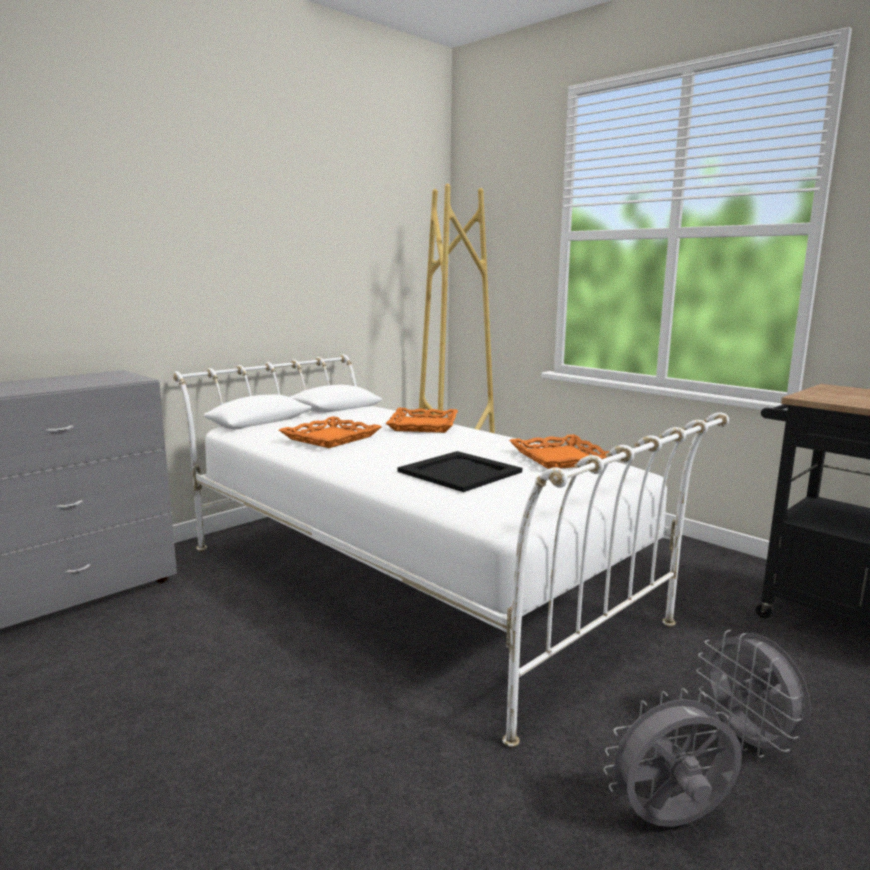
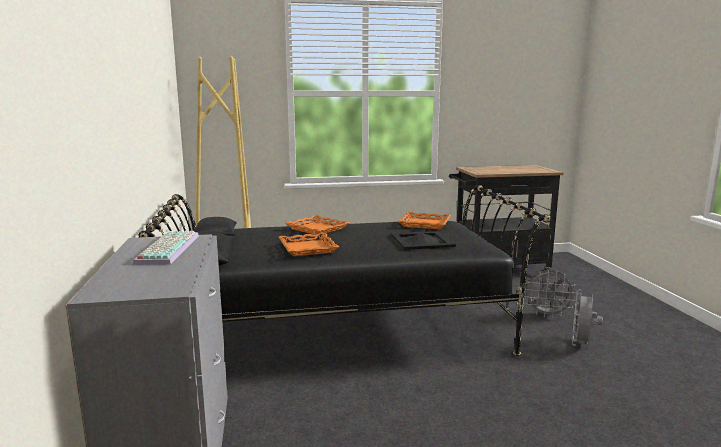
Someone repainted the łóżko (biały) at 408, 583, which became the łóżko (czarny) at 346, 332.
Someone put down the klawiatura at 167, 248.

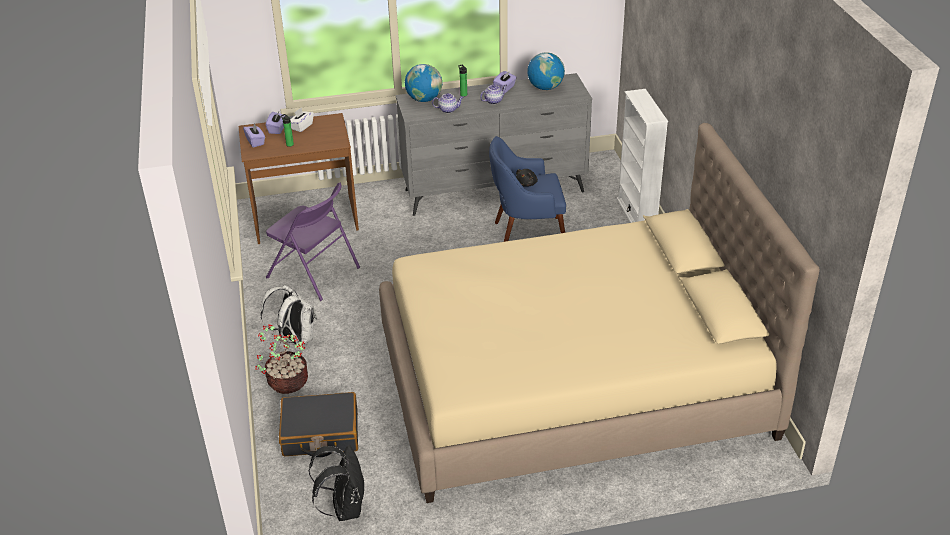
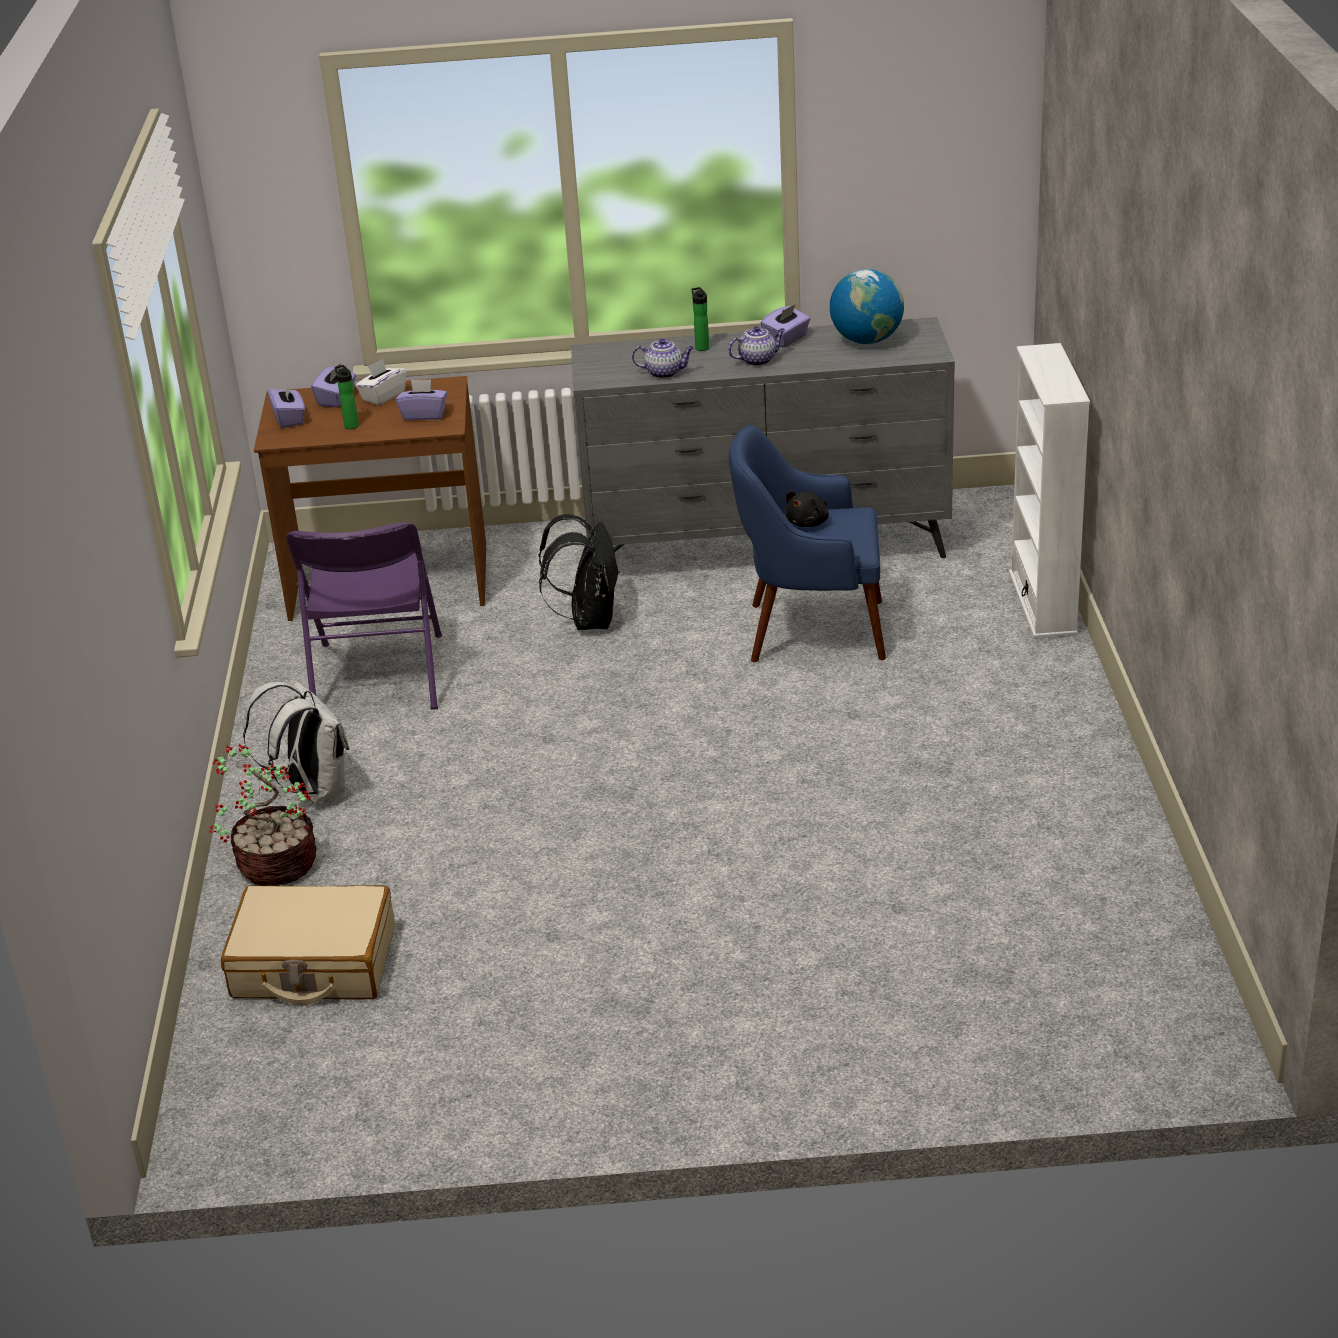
Someone took away the globus at 424, 99.
Someone took away the łóżko (beżowy) at 573, 383.
Someone rotated the krzesło (fioletowy) at 313, 273 by 45 degrees clockwise.
Someone repainted the walizka (czarny) at 320, 434, which became the walizka (beżowy) at 313, 963.
Someone carried the plecak (czarny) from 344, 507 to 588, 620.
Someone put down the pudełko chusteczek (fioletowy) at 424, 415.

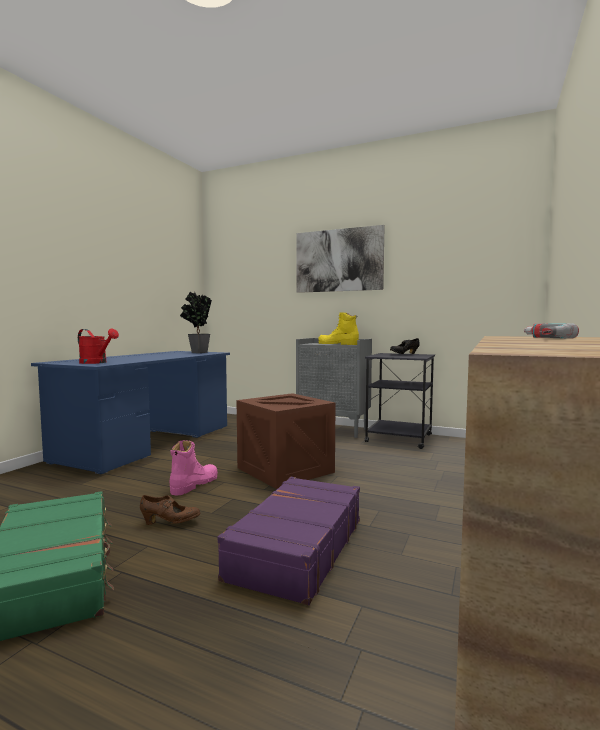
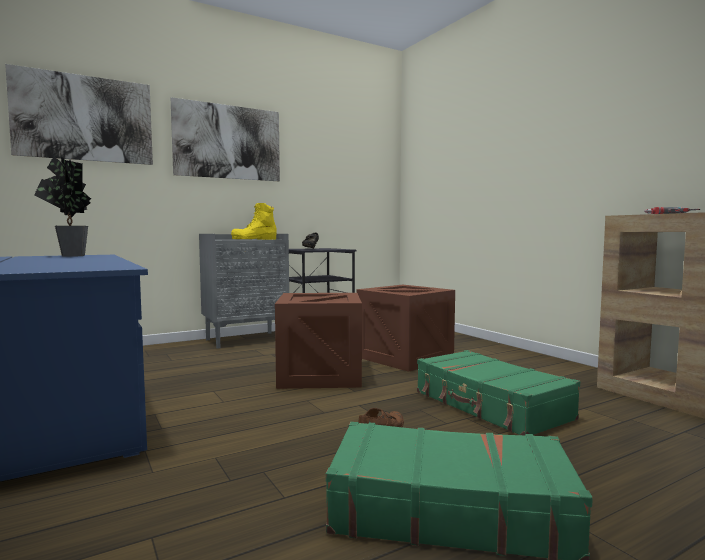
Someone took away the konewka (czerwony) at 96, 362.
Someone took away the but z cholewką (różowy) at 194, 484.
Someone repainted the walizka (fioletowy) at 296, 548, which became the walizka (zielony) at 490, 406.
Someone put up the obraz at 84, 118.
Someone put down the skrzynka at 405, 357.

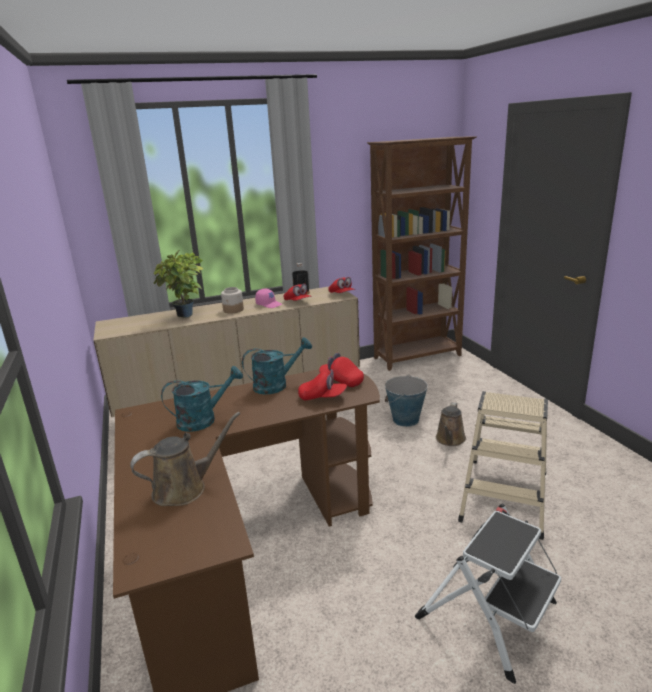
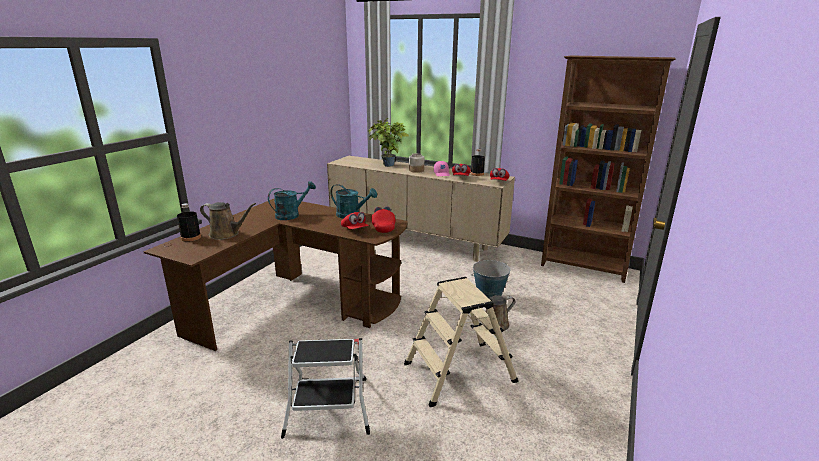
Someone rotated the konewka (turkusowy) at 203, 420 by 60 degrees counterclockwise.
Someone put down the butelka (czarny) at 191, 237.

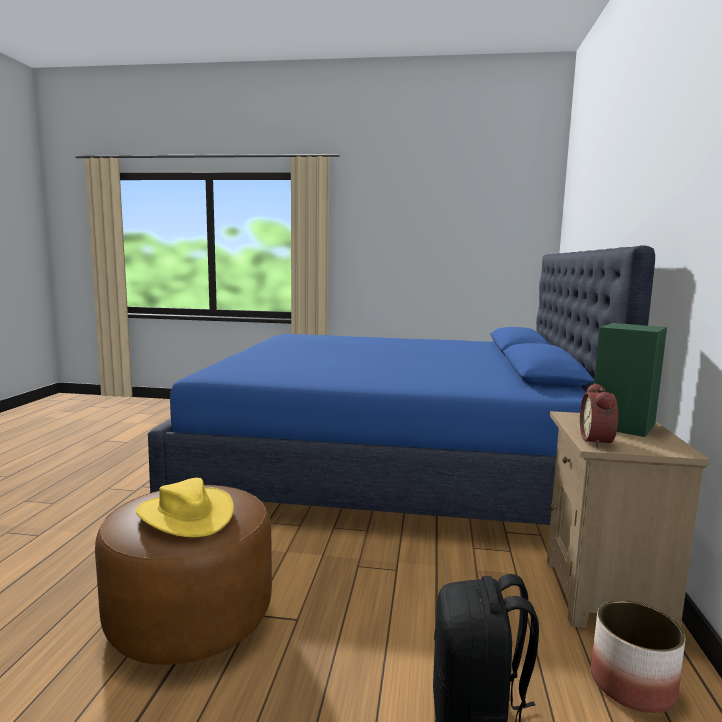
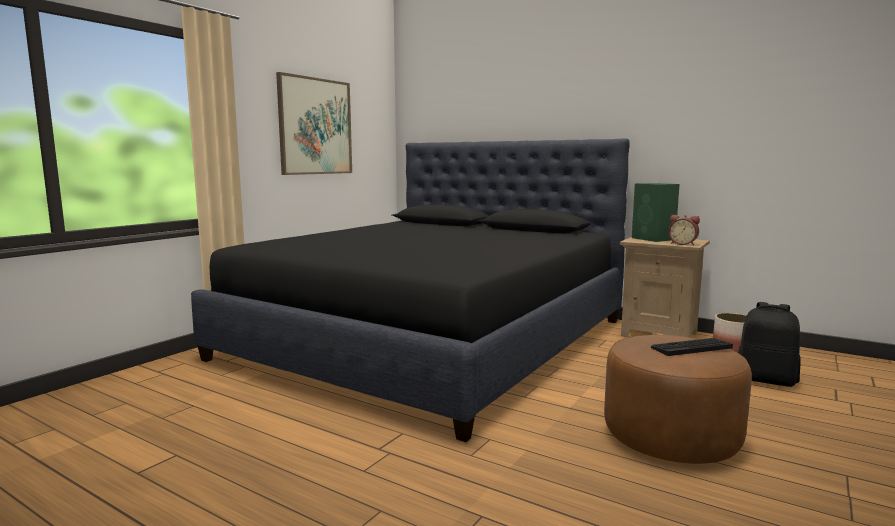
Someone repainted the łóżko (niebieski) at 392, 461, which became the łóżko (czarny) at 431, 338.
Someone swapped the kapelusz (żółty) at 185, 514 for the klawiatura at 691, 347.
Someone put up the obraz at 315, 126.

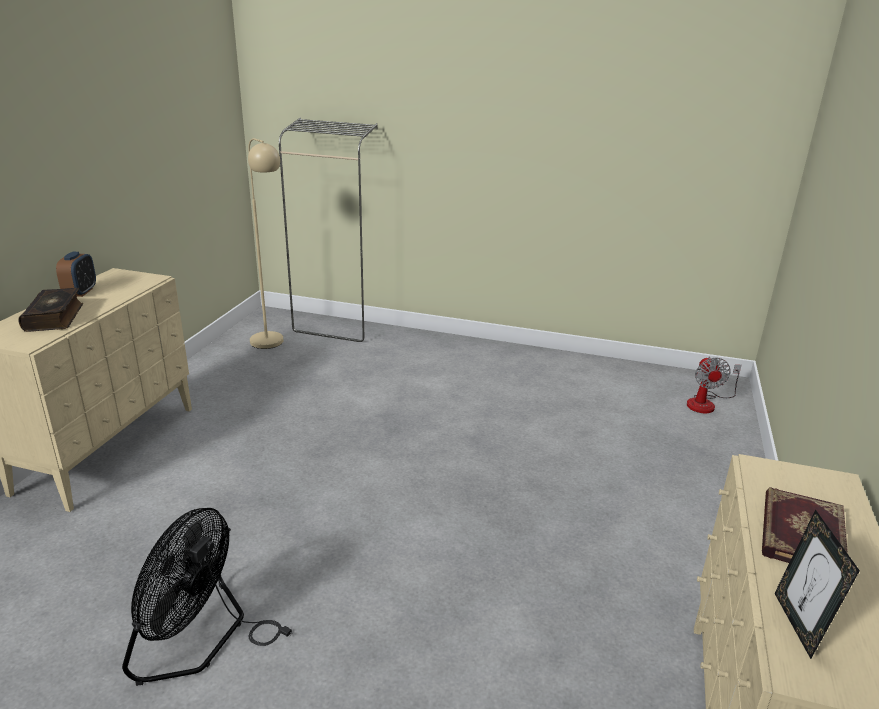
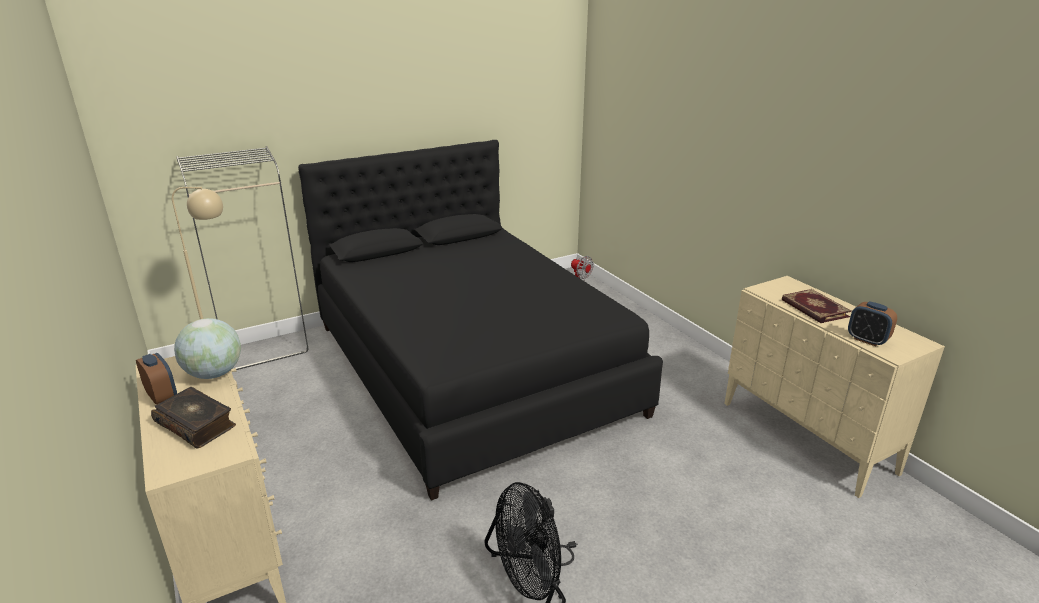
Someone swapped the ramka na zdjęcie at 798, 624 for the budzik at 867, 340.
Someone put down the łóżko (czarny) at 471, 367.
Someone put down the globus at 214, 374.

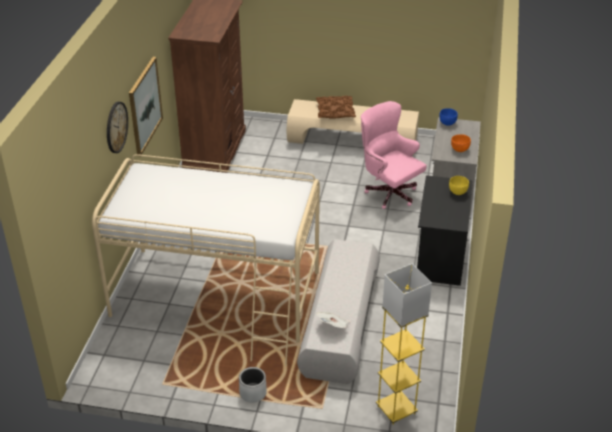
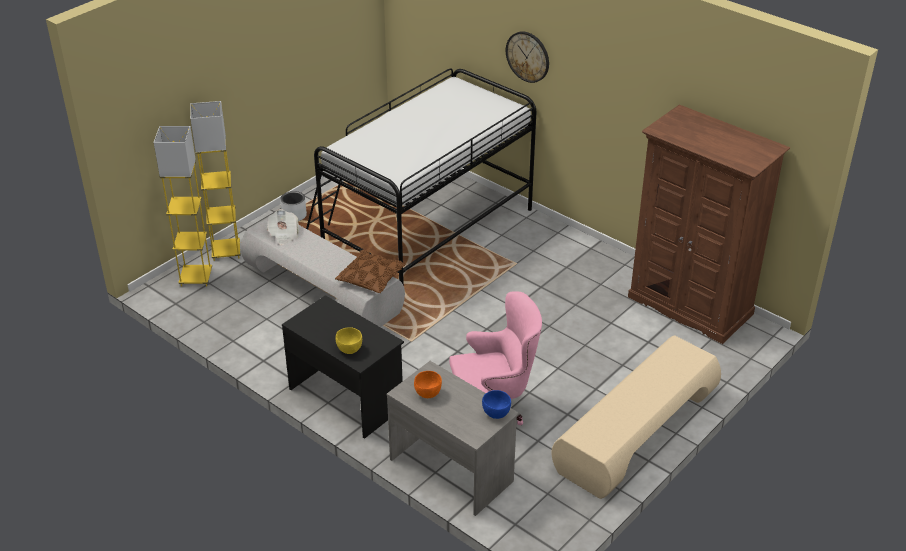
Someone took away the obraz at 145, 106.
Someone carried the poduszka (brązowy) from 335, 112 to 371, 278.
Someone repainted the łóżko (beżowy) at 218, 296, which became the łóżko (czarny) at 426, 232.
Someone put down the lampa stojąca (żółty) at 226, 252.

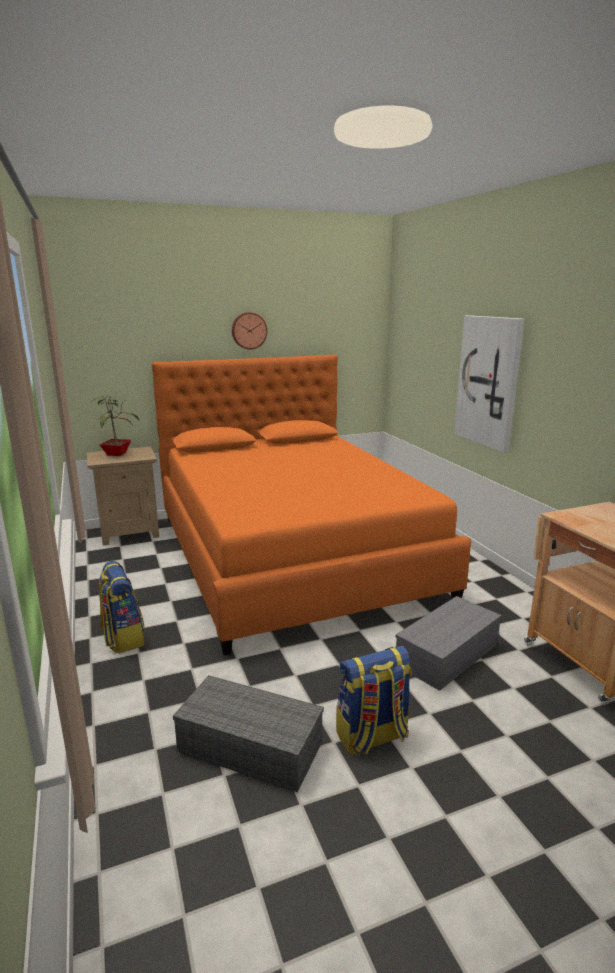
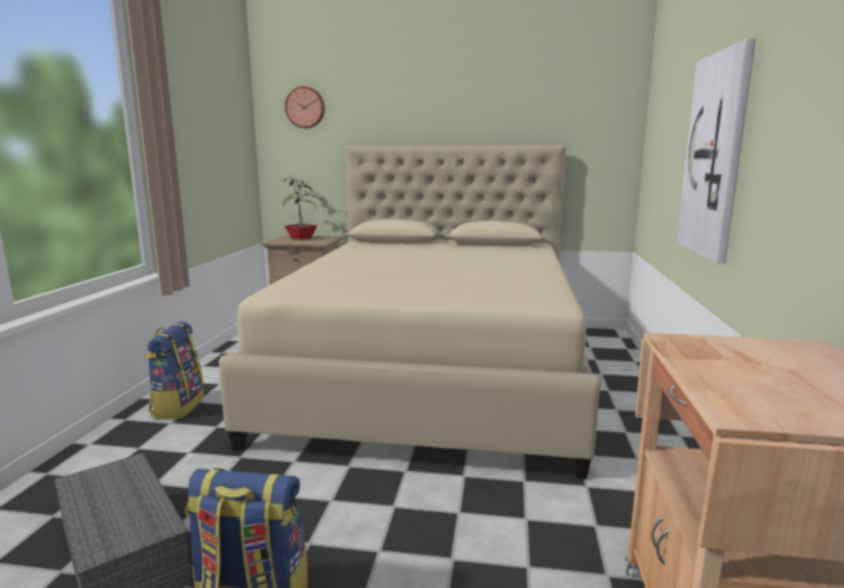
Someone carried the zegar ścienny from 249, 330 to 305, 107.
Someone repainted the łóżko (pomarańczowy) at 292, 554, which became the łóżko (beżowy) at 433, 373.
Someone took away the pojemnik do przechowywania (szary) at 447, 655.

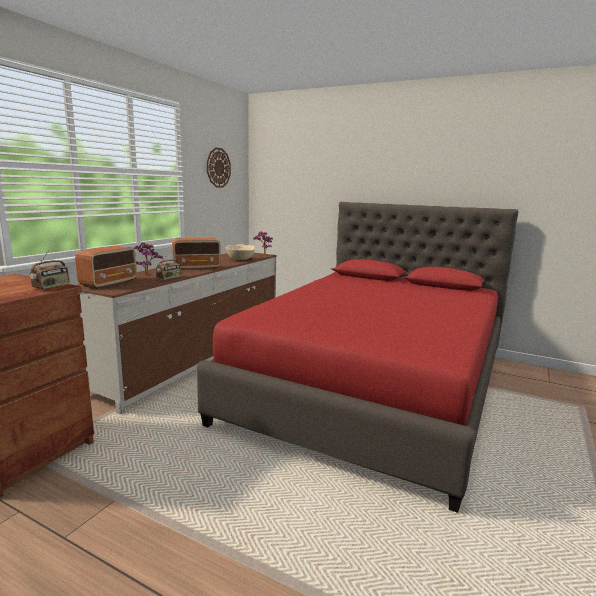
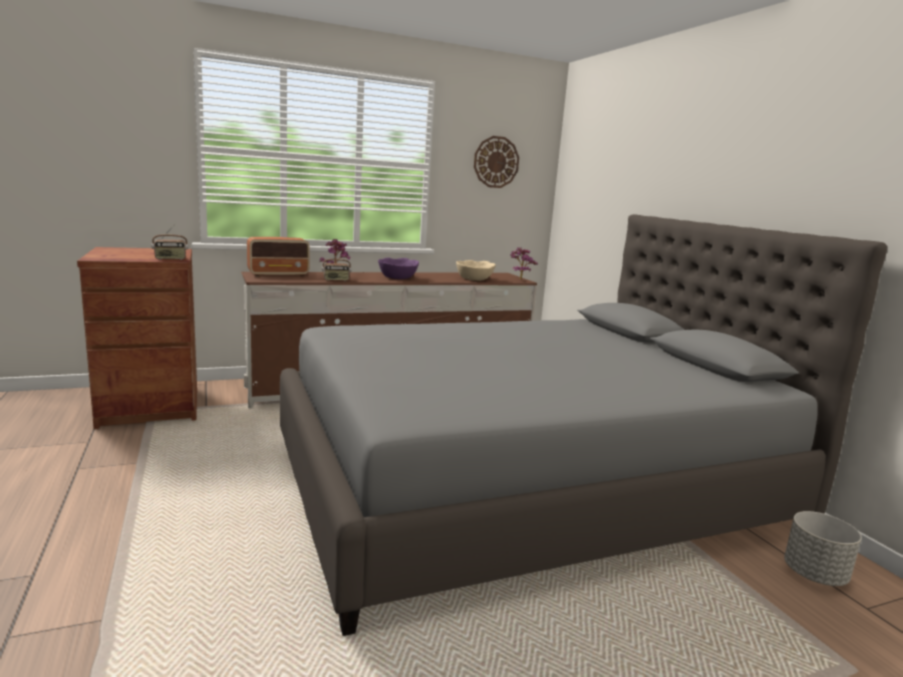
Someone repainted the łóżko (czerwony) at 374, 386, which became the łóżko (szary) at 527, 484.
Someone swapped the radio at 197, 267 for the miska (fioletowy) at 398, 277.
Someone put down the donica (szary) at 815, 575.

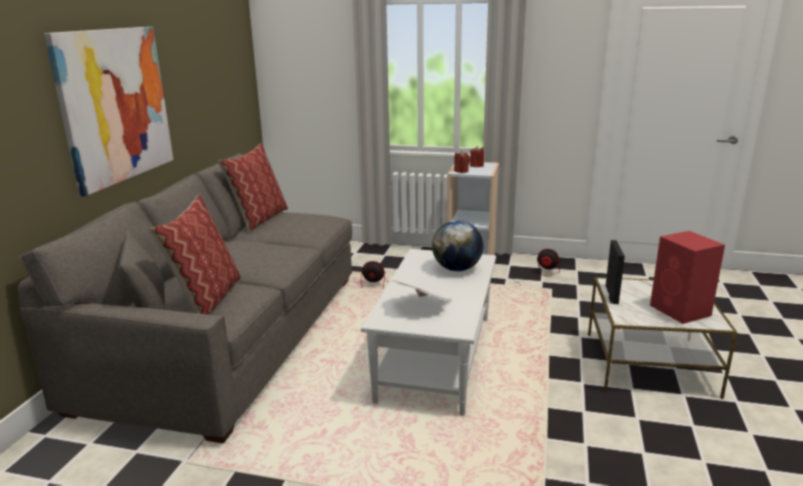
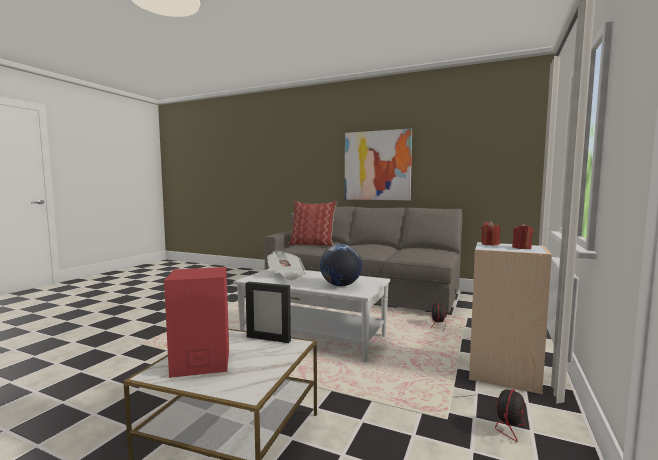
Someone took away the poduszka at 259, 219.

